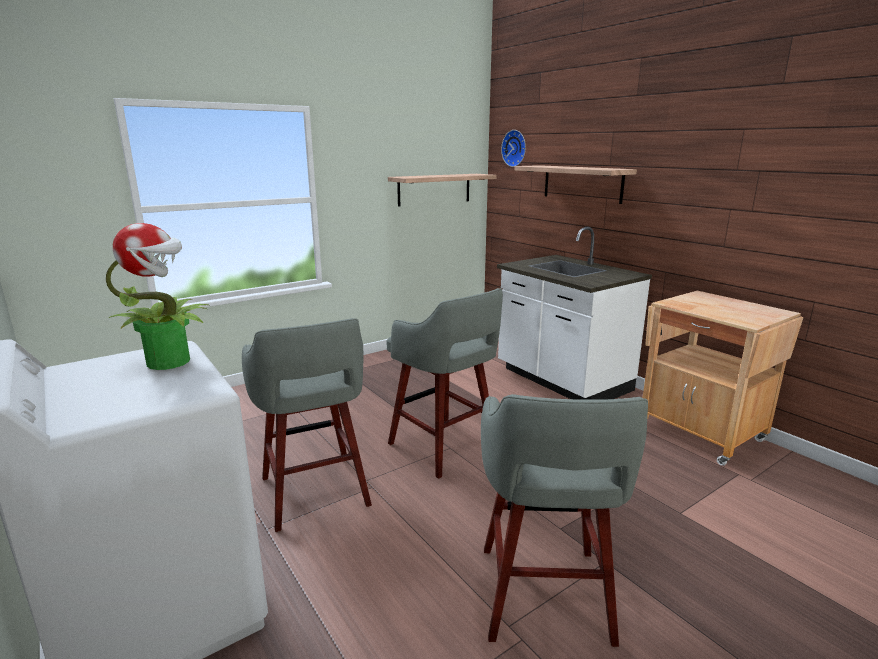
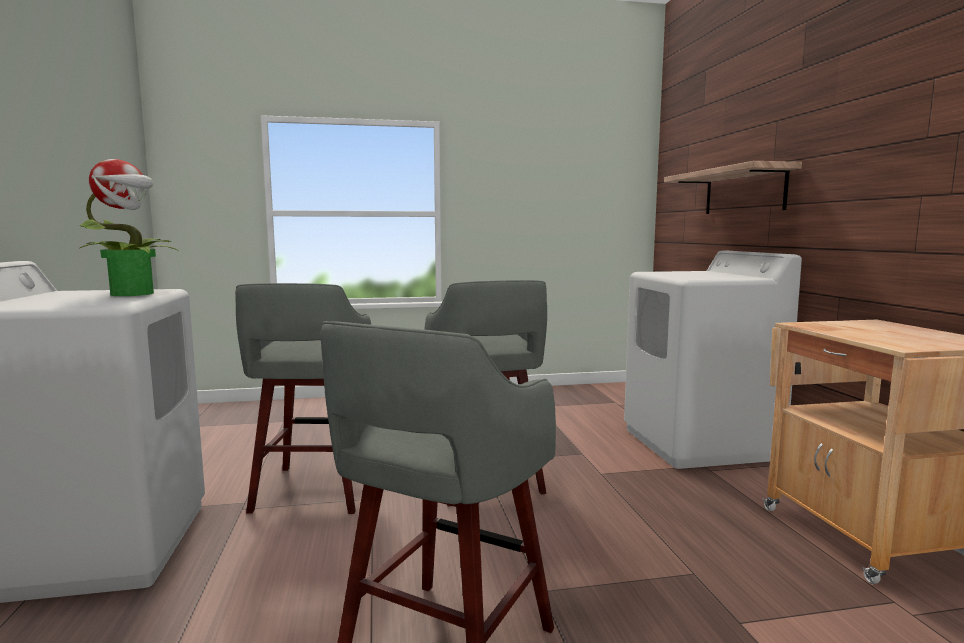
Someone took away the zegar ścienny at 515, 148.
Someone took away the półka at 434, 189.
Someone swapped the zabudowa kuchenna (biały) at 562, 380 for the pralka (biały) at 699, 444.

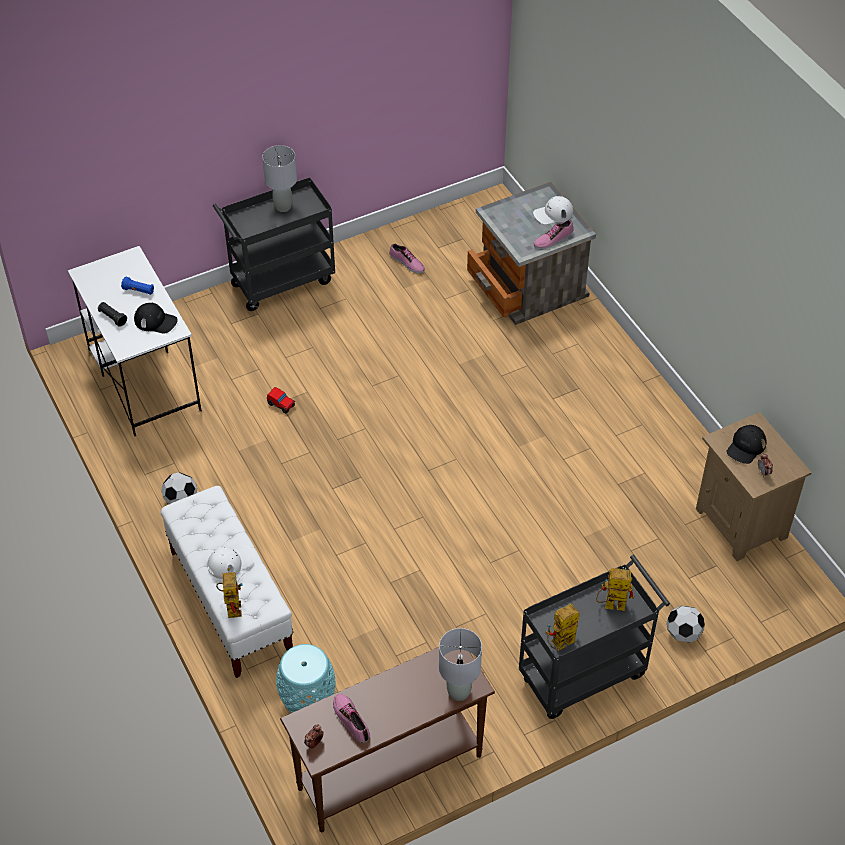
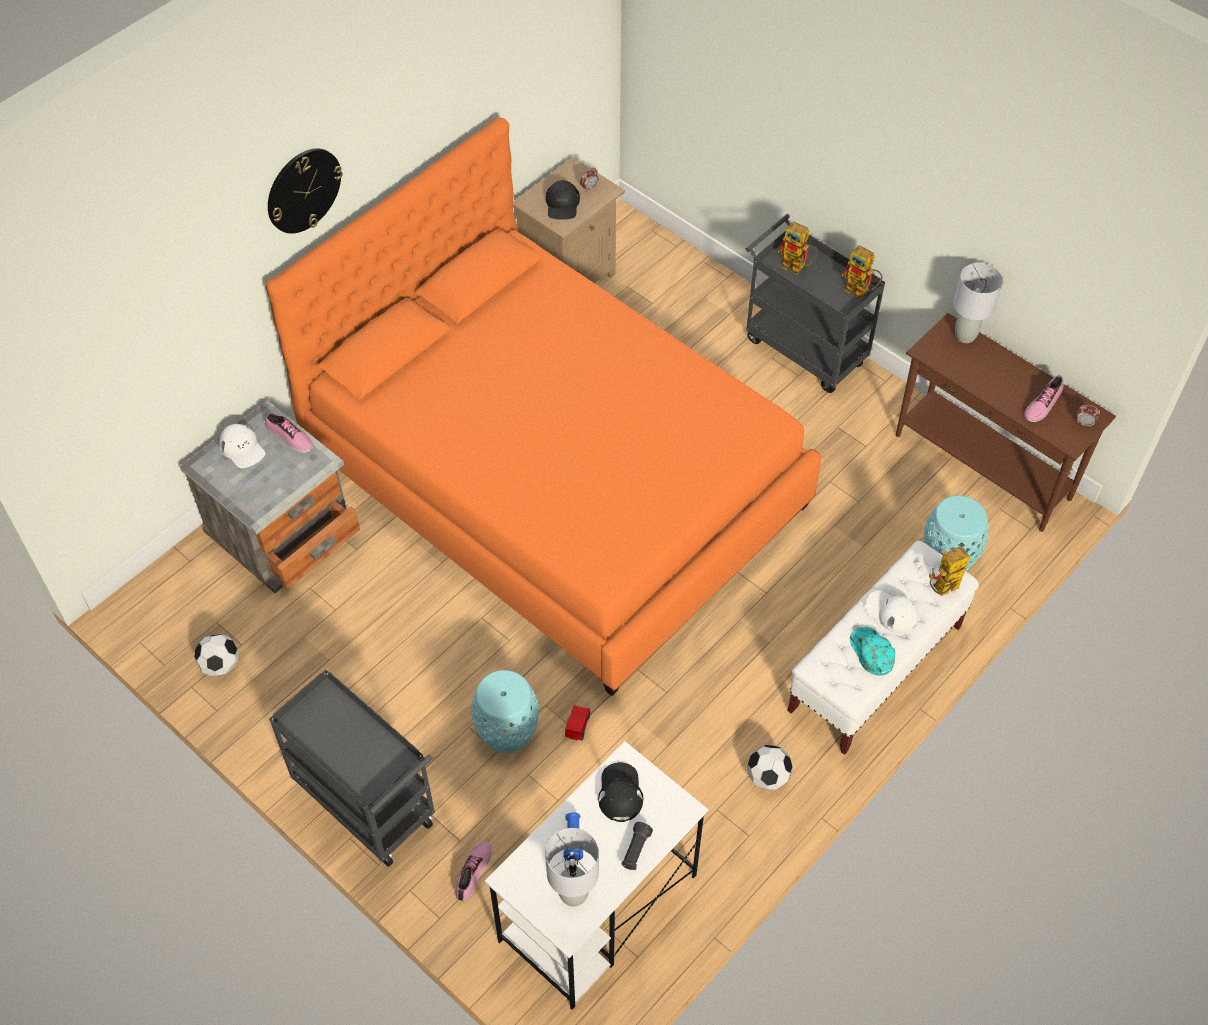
Someone carried the lampa stołowa (szary) from 283, 206 to 573, 895.
Someone carried the but from 406, 263 to 474, 873.
Someone rotated the czapka z daszkiem (czarny) at 746, 447 by 75 degrees clockwise.
Someone rotated the robot zabawkowy at 610, 605 by 45 degrees counterclockwise.
Someone carried the piłka futbolowa from 683, 634 to 220, 665.
Someone put down the łóżko (pomarańczowy) at 555, 477.
Someone put up the zegar ścienny at 303, 190.
Someone put down the czapka z daszkiem (turkusowy) at 871, 652.
Someone put down the stołek (turkusowy) at 507, 731.

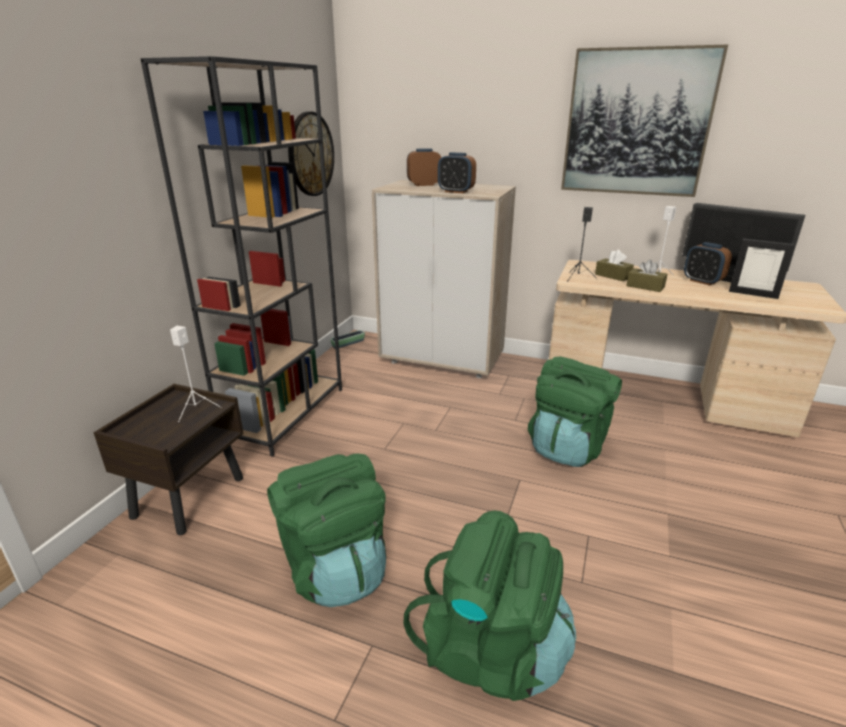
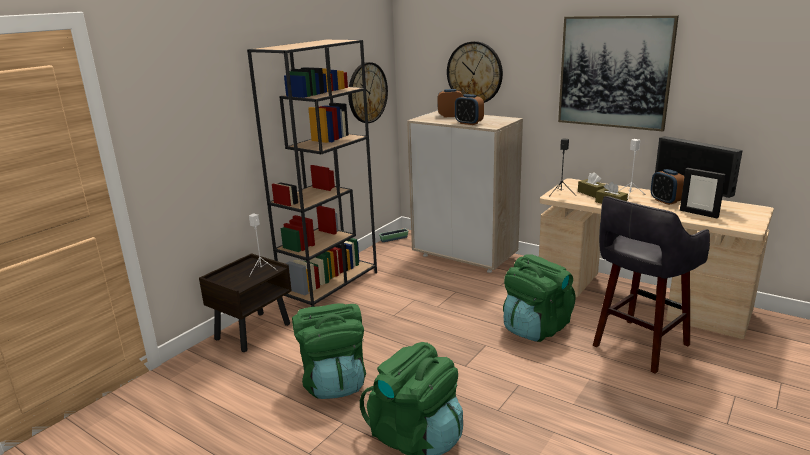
Someone put up the zegar ścienny at 474, 73.
Someone put down the stołek (szary) at 638, 347.

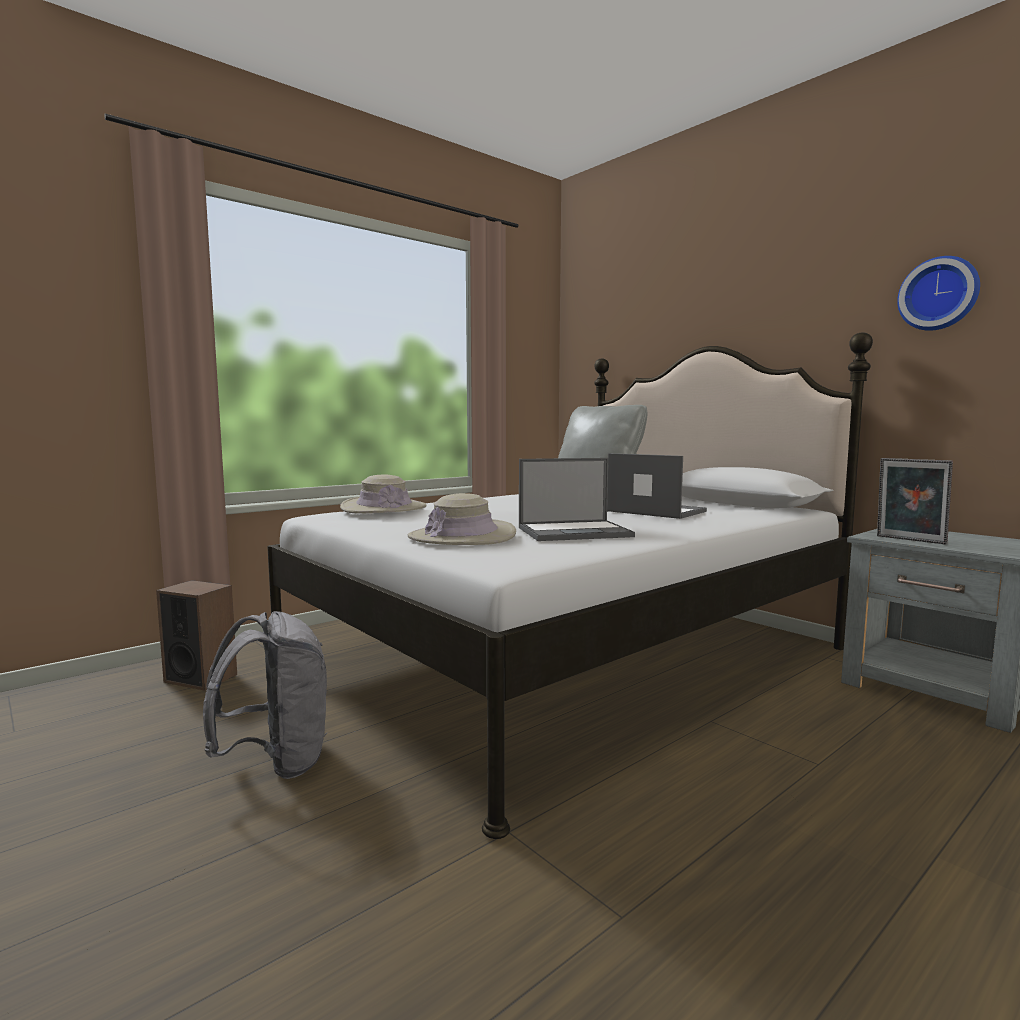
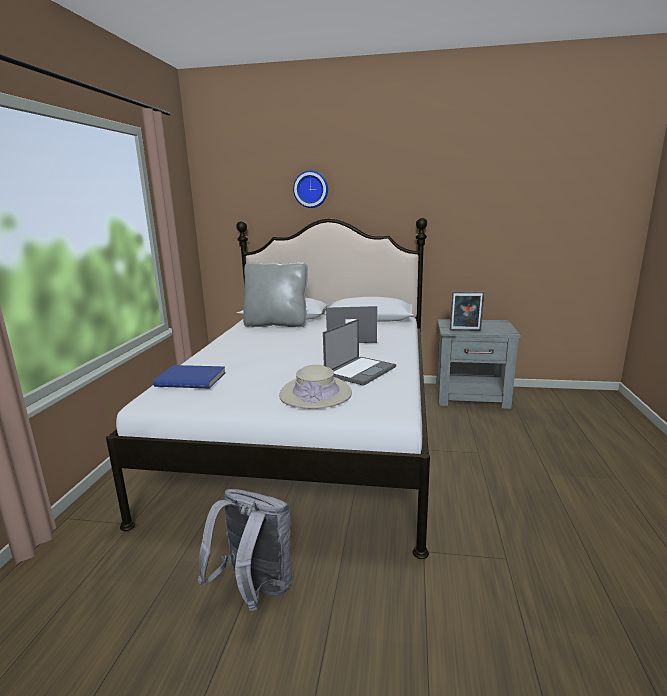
Someone carried the zegar ścienny from 939, 294 to 311, 189.
Someone swapped the kapelusz (beżowy) at 383, 508 for the książka (niebieski) at 191, 379.
Someone took away the głośnik at 201, 678.

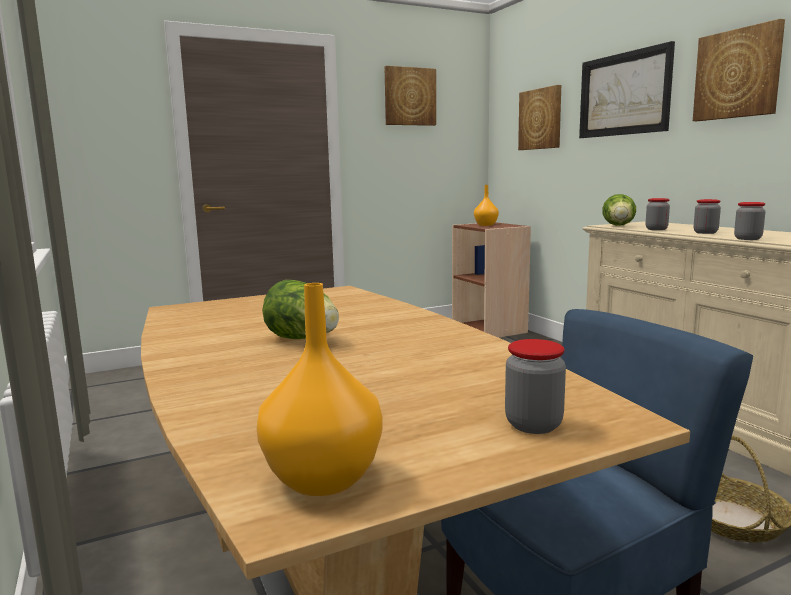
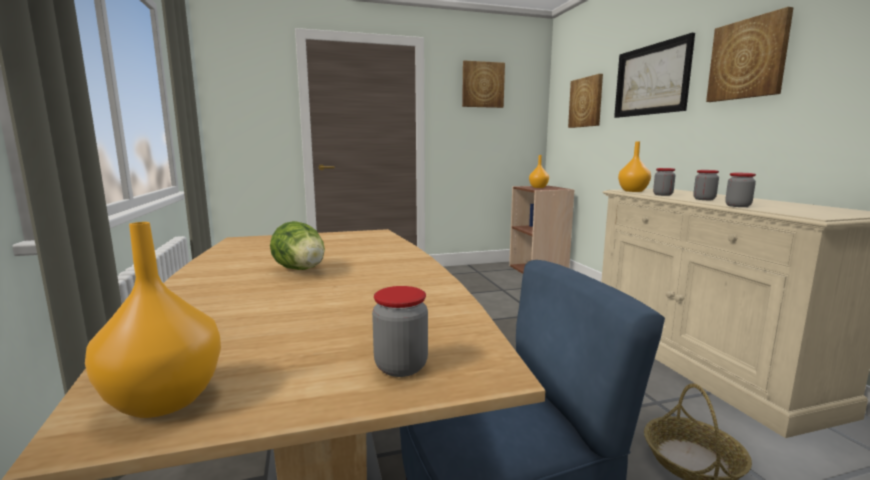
Someone swapped the sałata at 619, 226 for the wazon (pomarańczowy) at 633, 191.

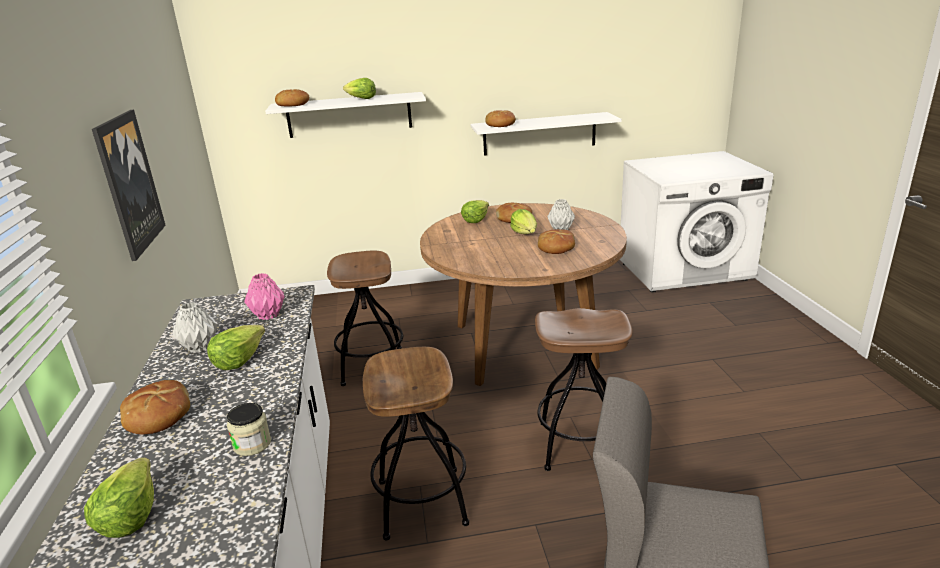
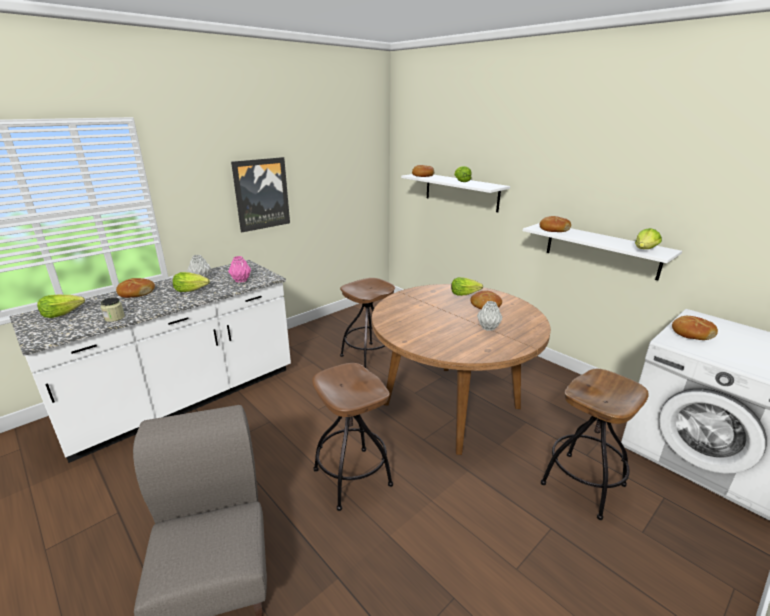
Someone carried the sałata from 525, 233 to 645, 250.
Someone carried the chleb from 556, 248 to 691, 333.
Someone carried the stołek (brązowy) from 422, 502 to 582, 484.

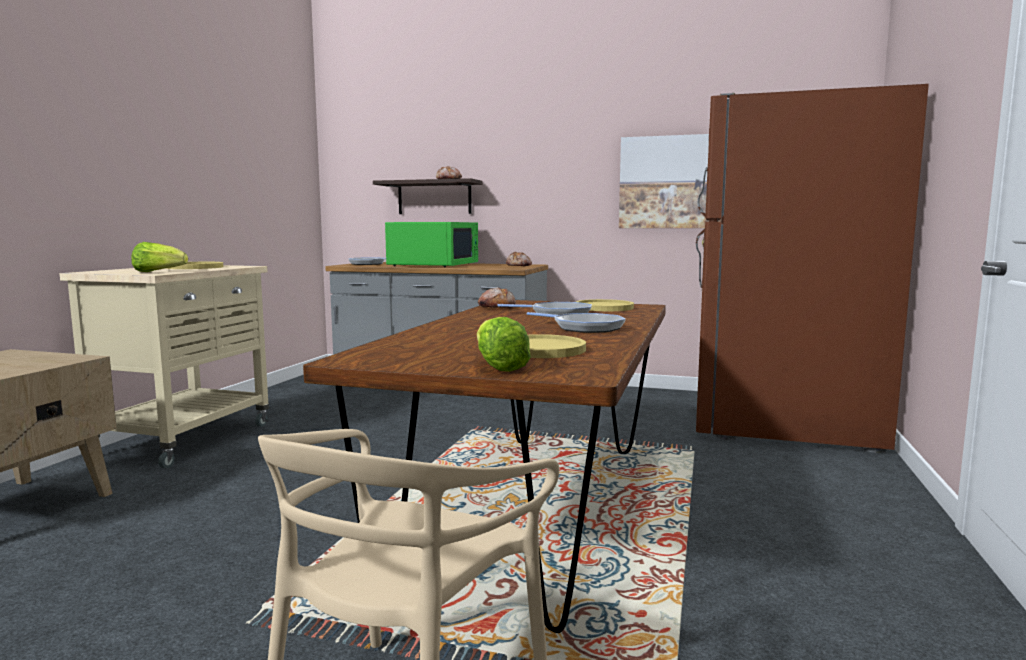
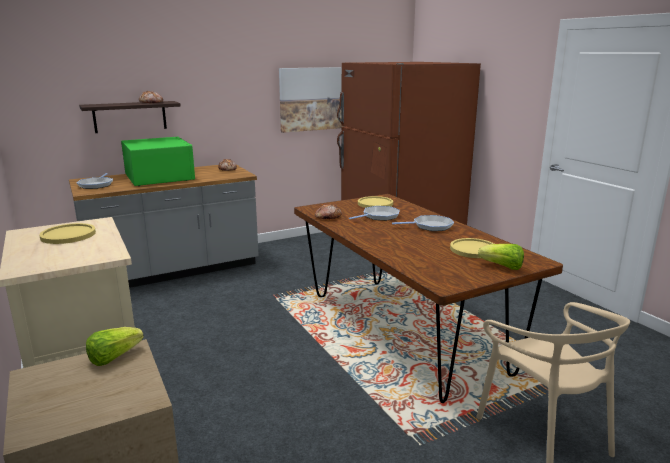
Someone carried the sałata from 158, 272 to 114, 357.

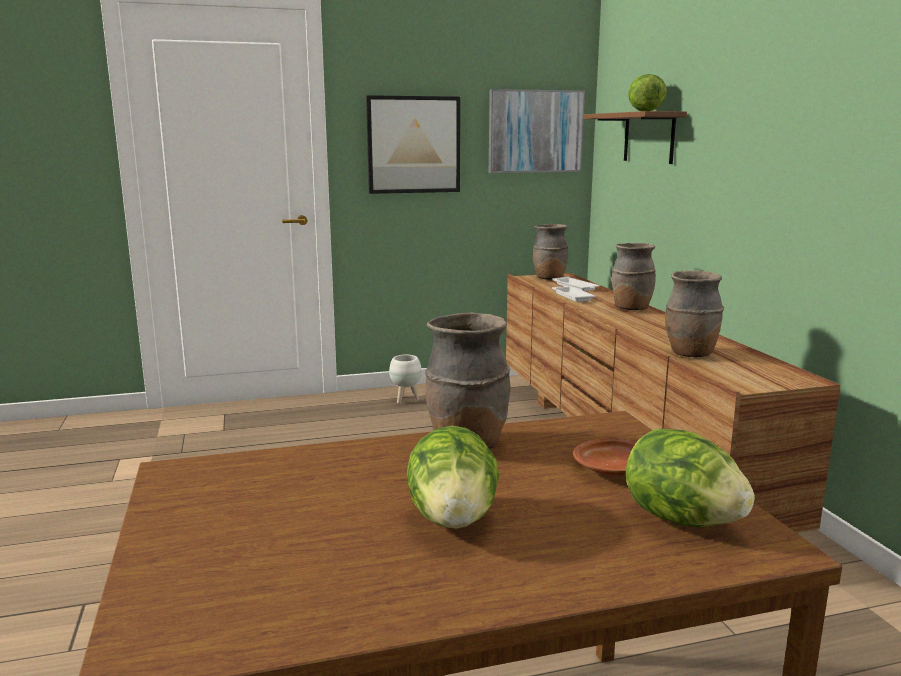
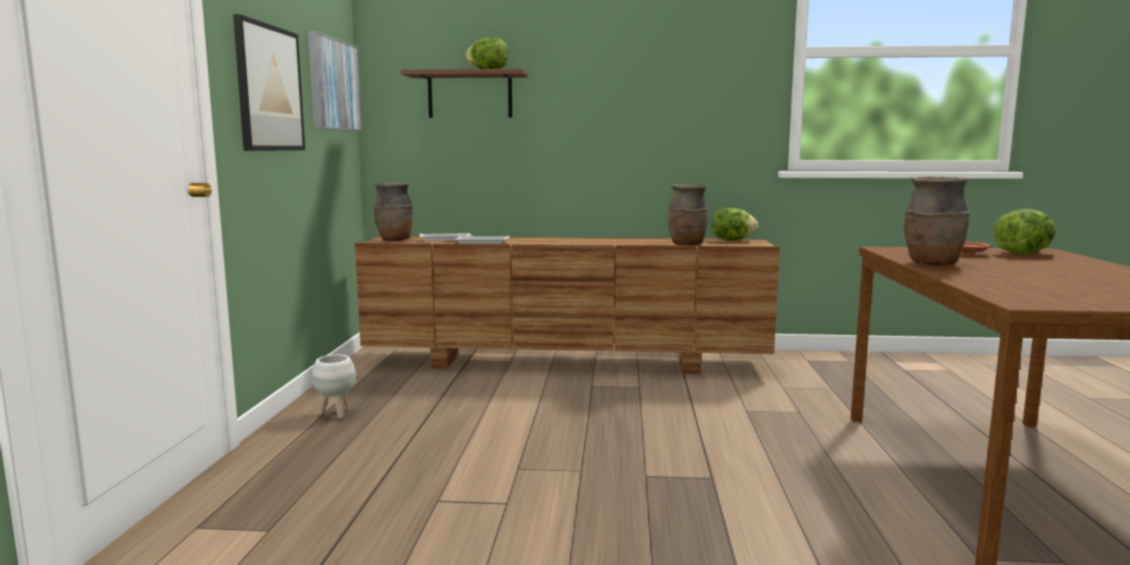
Someone took away the wazon (brązowy) at 630, 308.
Someone carried the sałata from 453, 519 to 732, 240.

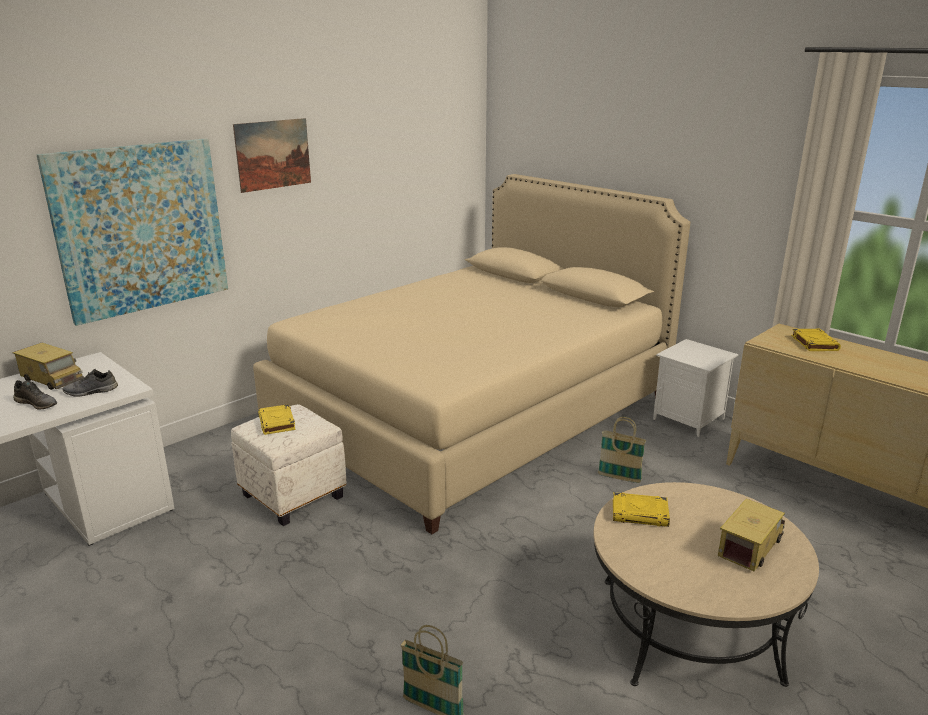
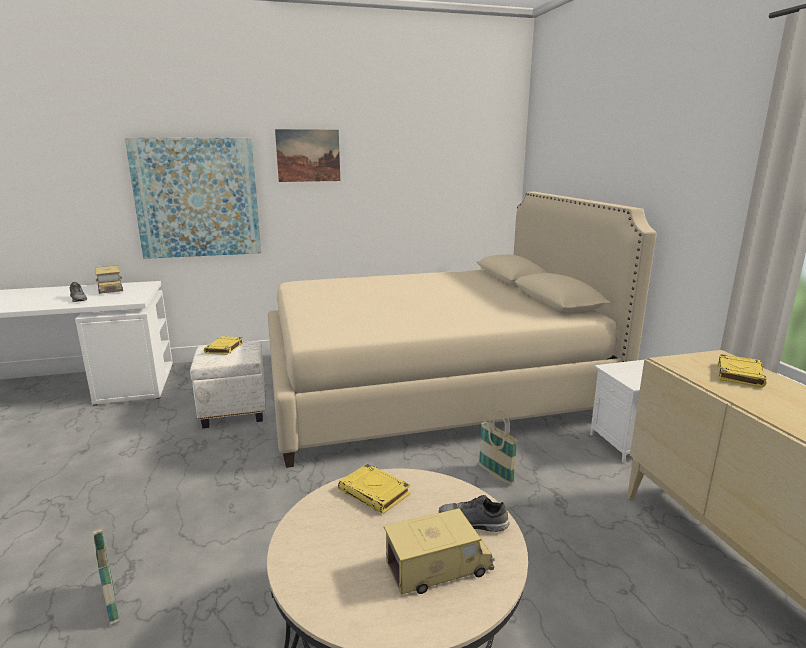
Someone carried the but (szary) from 91, 392 to 472, 523.

